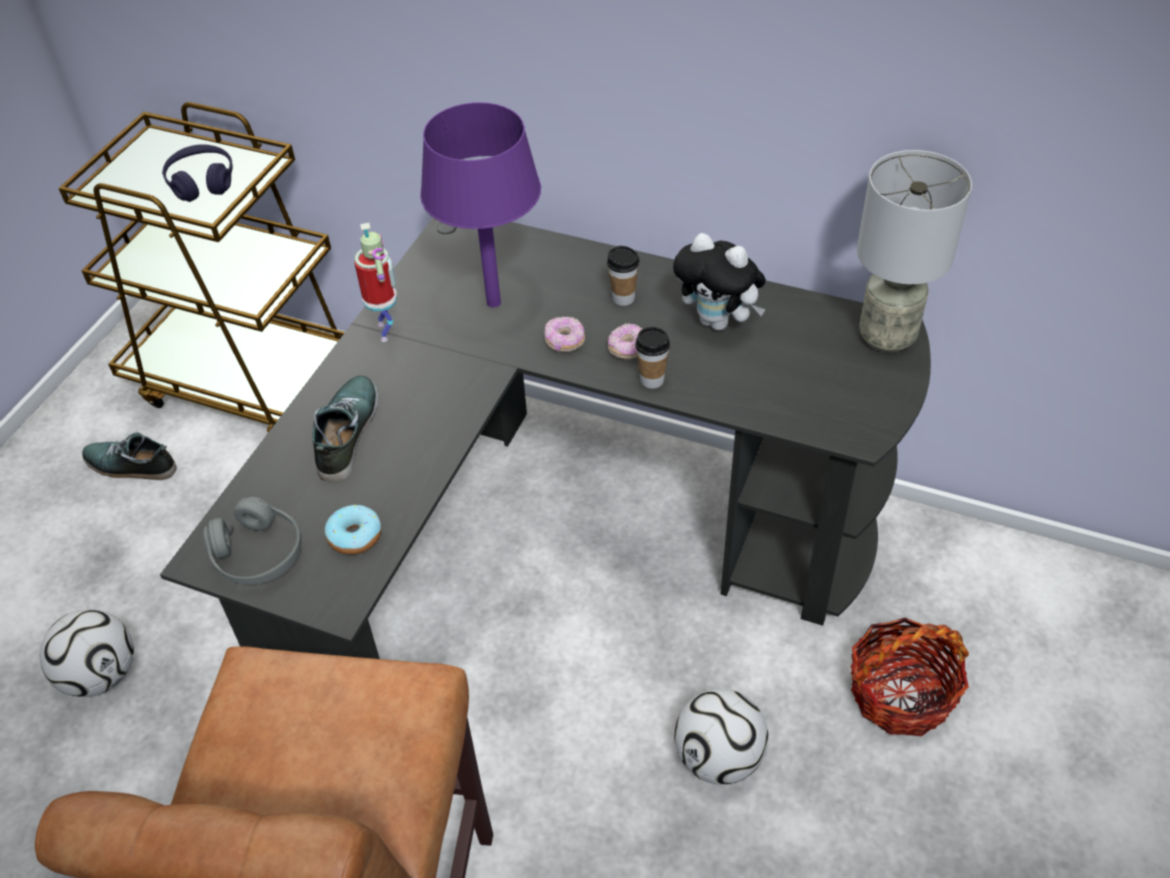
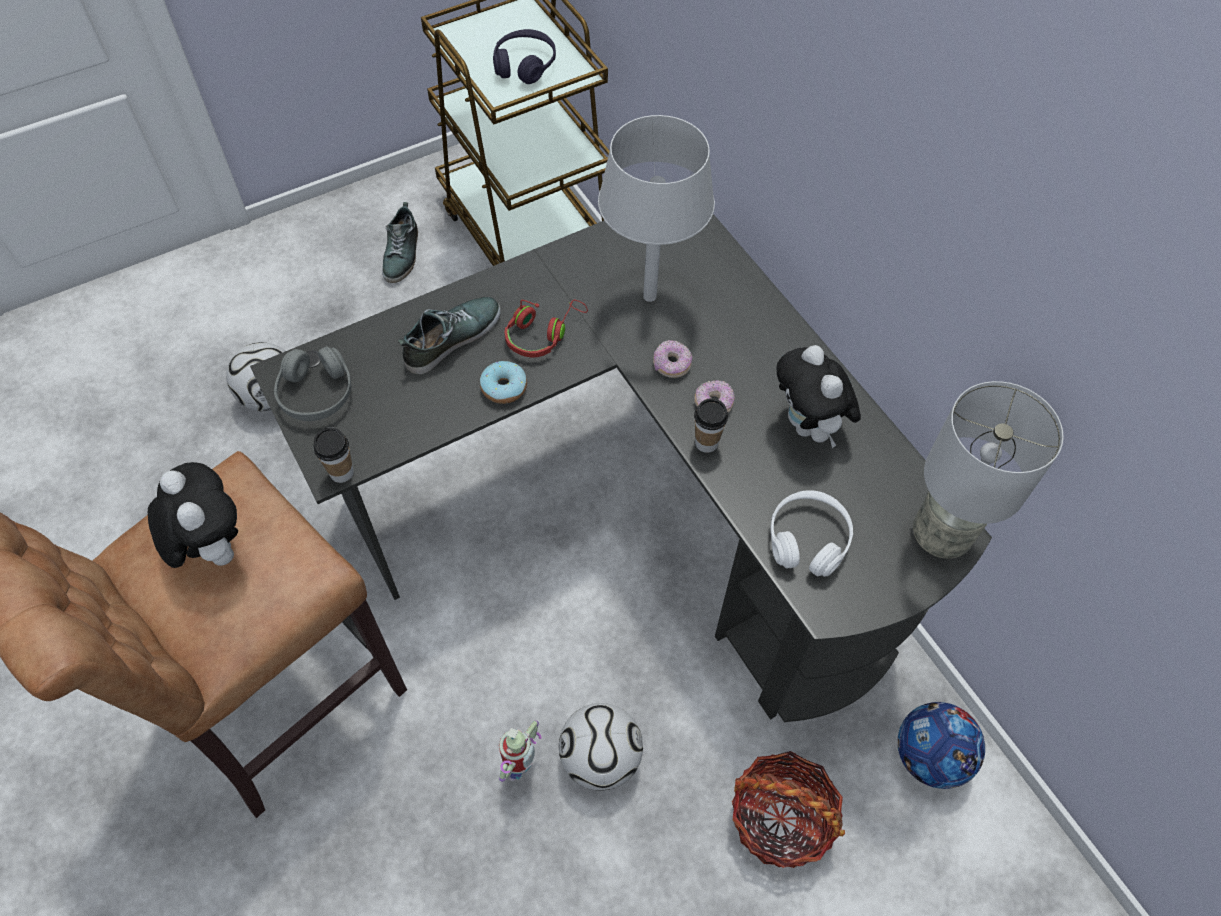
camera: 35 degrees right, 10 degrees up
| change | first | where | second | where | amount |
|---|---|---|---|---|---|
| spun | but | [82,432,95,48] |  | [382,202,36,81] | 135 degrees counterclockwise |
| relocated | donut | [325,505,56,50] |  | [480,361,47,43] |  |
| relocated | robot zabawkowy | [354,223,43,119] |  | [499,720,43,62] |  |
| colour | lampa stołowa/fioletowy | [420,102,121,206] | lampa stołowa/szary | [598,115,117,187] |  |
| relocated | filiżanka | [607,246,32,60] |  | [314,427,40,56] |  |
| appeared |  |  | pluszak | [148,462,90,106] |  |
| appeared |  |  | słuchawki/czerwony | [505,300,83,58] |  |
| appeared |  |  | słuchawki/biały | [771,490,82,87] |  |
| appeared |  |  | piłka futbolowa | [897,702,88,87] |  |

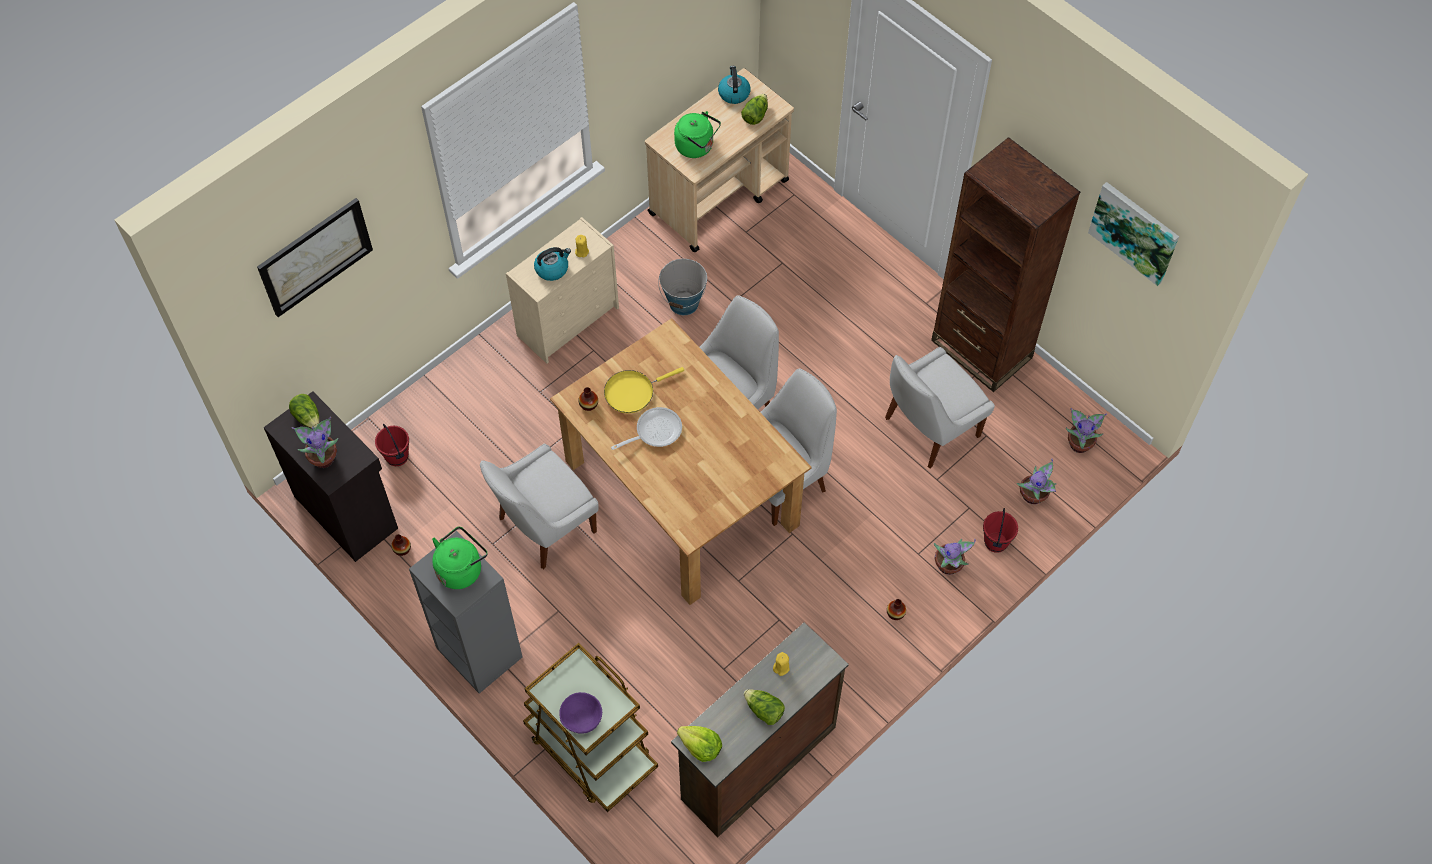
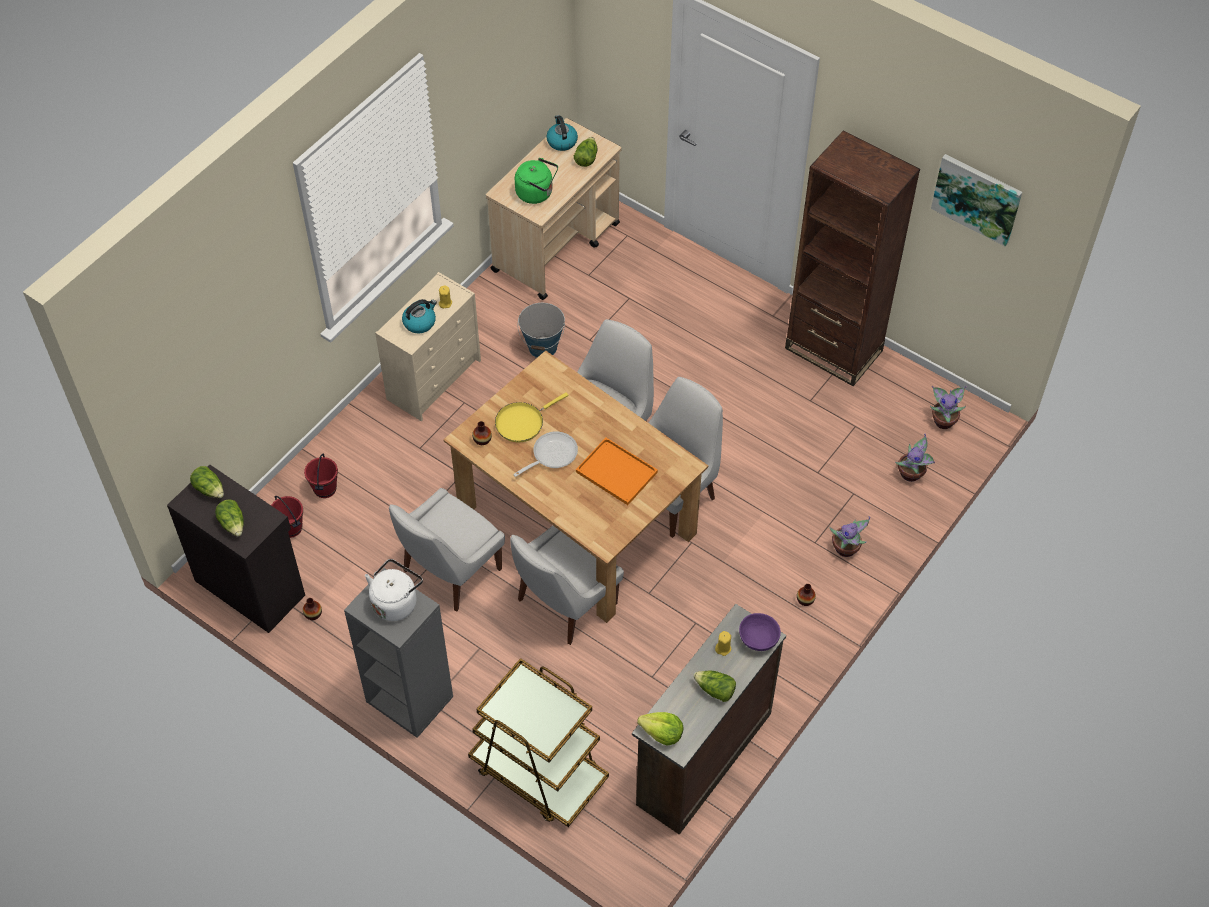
camera: 10 degrees left, 5 degrees down
| change | first | where | second | where | amount |
|---|---|---|---|---|---|
| missing | obraz | [257,198,116,119] |  |  |  |
| exchanged | roślina doniczkowa | [292,417,46,51] | sałata | [215,499,29,38] |  |
| colour | czajnik/zielony | [432,527,55,62] | czajnik/biały | [365,559,58,62] |  |
| relocated | miska/fioletowy | [559,692,43,42] |  | [739,613,42,38] |  |
| relocated | krzesło/biały | [885,347,110,122] |  | [510,526,114,119] |  |
| relocated | wiadro/czerwony | [983,508,35,45] |  | [304,453,34,45] |  |
| appeared |  |  | taca/pomarańczowy | [576,438,82,67] |  |

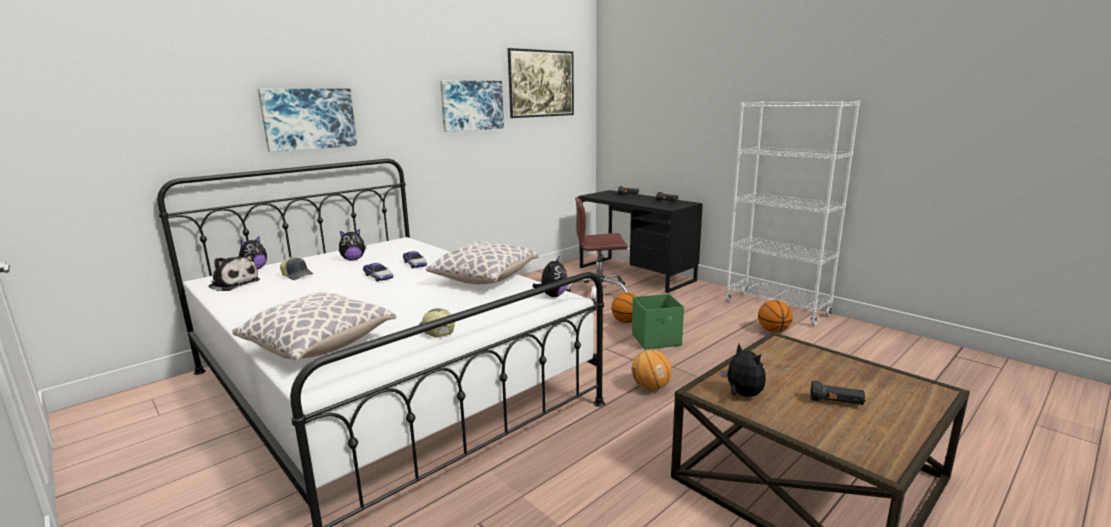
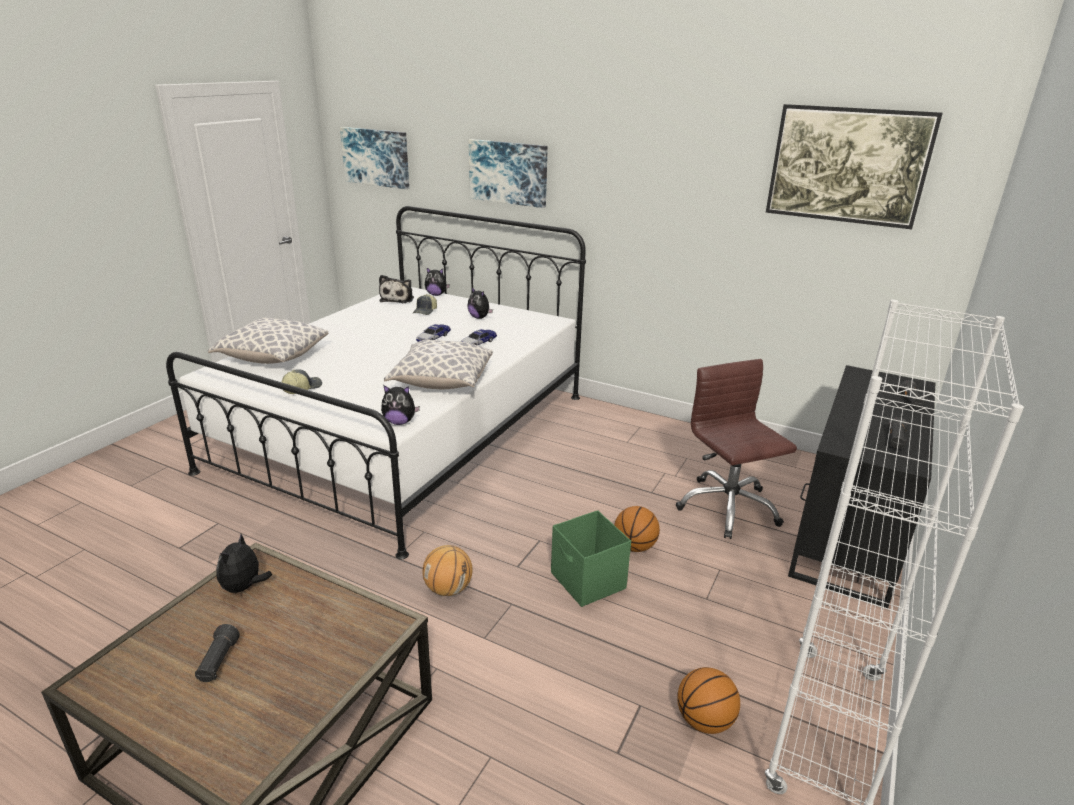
camera: 70 degrees right, 10 degrees up
| change | first | where | second | where | amount |
|---|---|---|---|---|---|
| relocated | obraz | [440,81,64,51] |  | [340,127,69,62] |  |
| spun | pluszak | [721,344,45,53] |  | [216,534,56,59] | 150 degrees clockwise |

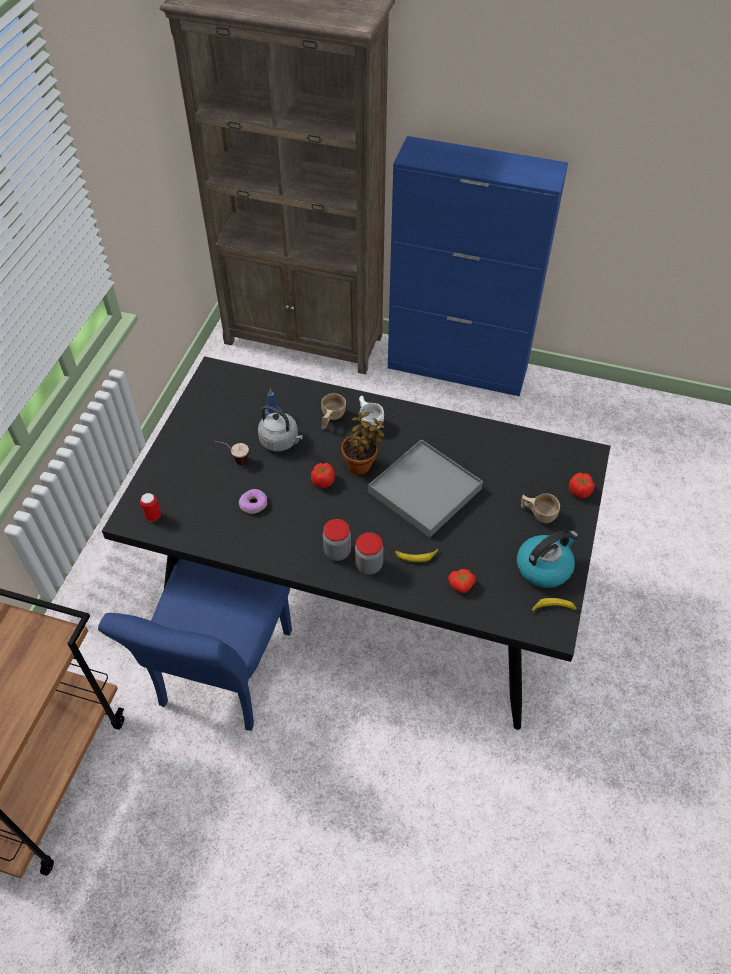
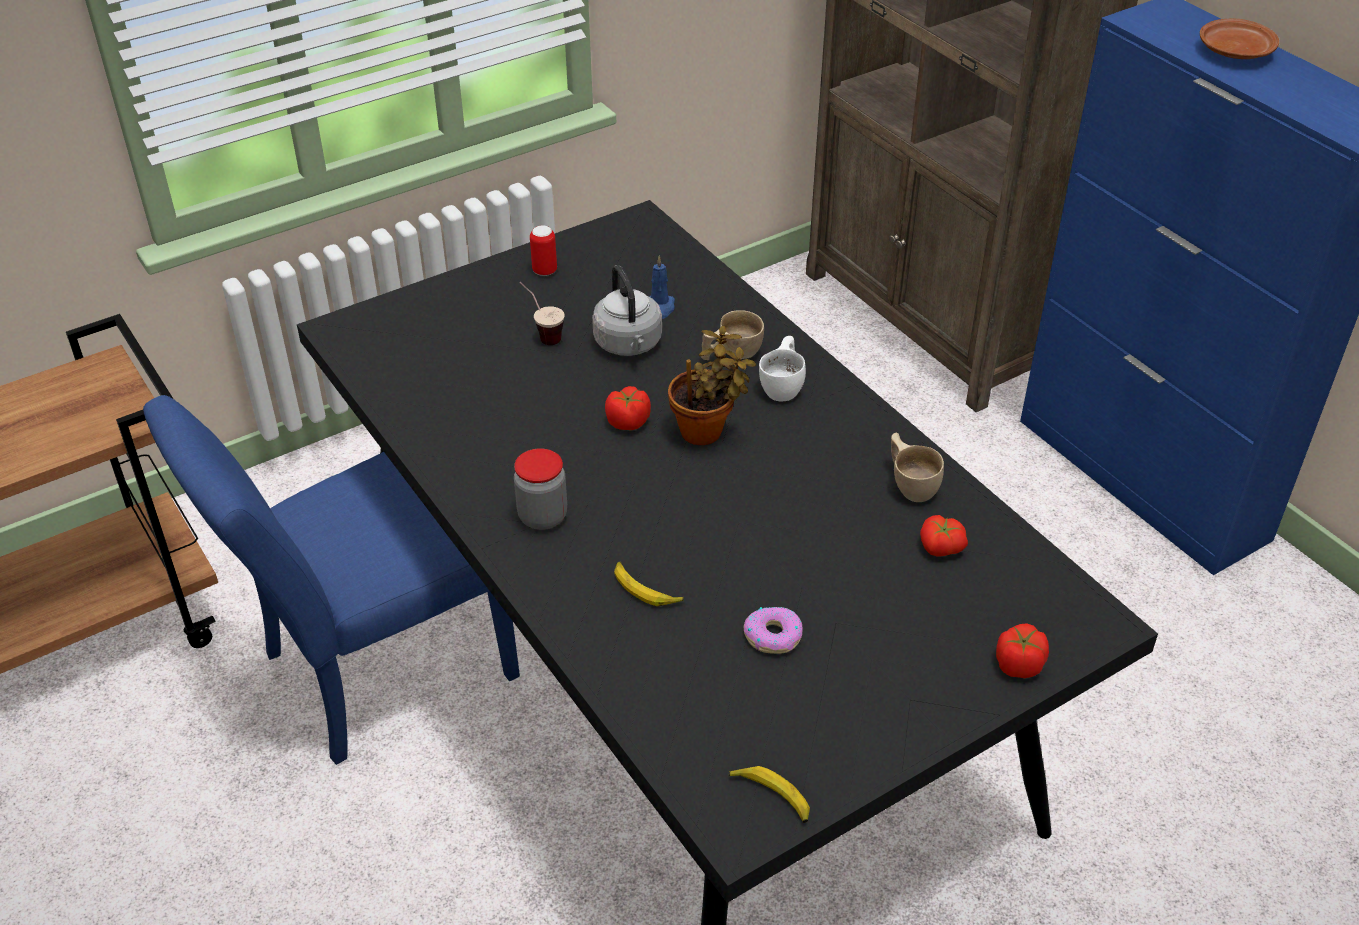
camera: 40 degrees right, 10 degrees down
| change | first | where | second | where | amount |
|---|---|---|---|---|---|
| relocated | puszka | [140,493,21,29] |  | [530,225,27,51] |  |
| relocated | donut | [239,489,28,25] |  | [744,607,58,47] |  |
| missing | słoik | [355,532,28,43] |  |  |  |
| missing | taca/szary | [368,439,115,99] |  |  |  |
| relocated | pomidor | [448,569,28,24] |  | [920,515,48,41] |  |
| missing | czajnik | [517,530,61,58] |  |  |  |
| relocated | filiżanka/beżowy | [521,493,39,30] |  | [891,433,53,69] |  |
| appeared |  |  | talerz/brązowy | [1200,19,79,40] |  |

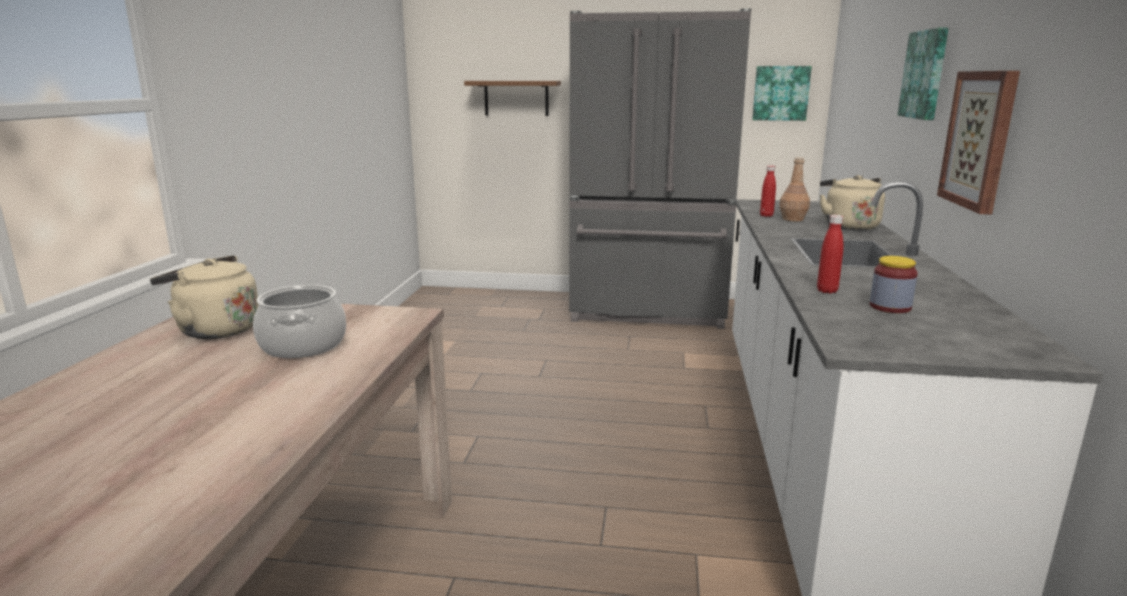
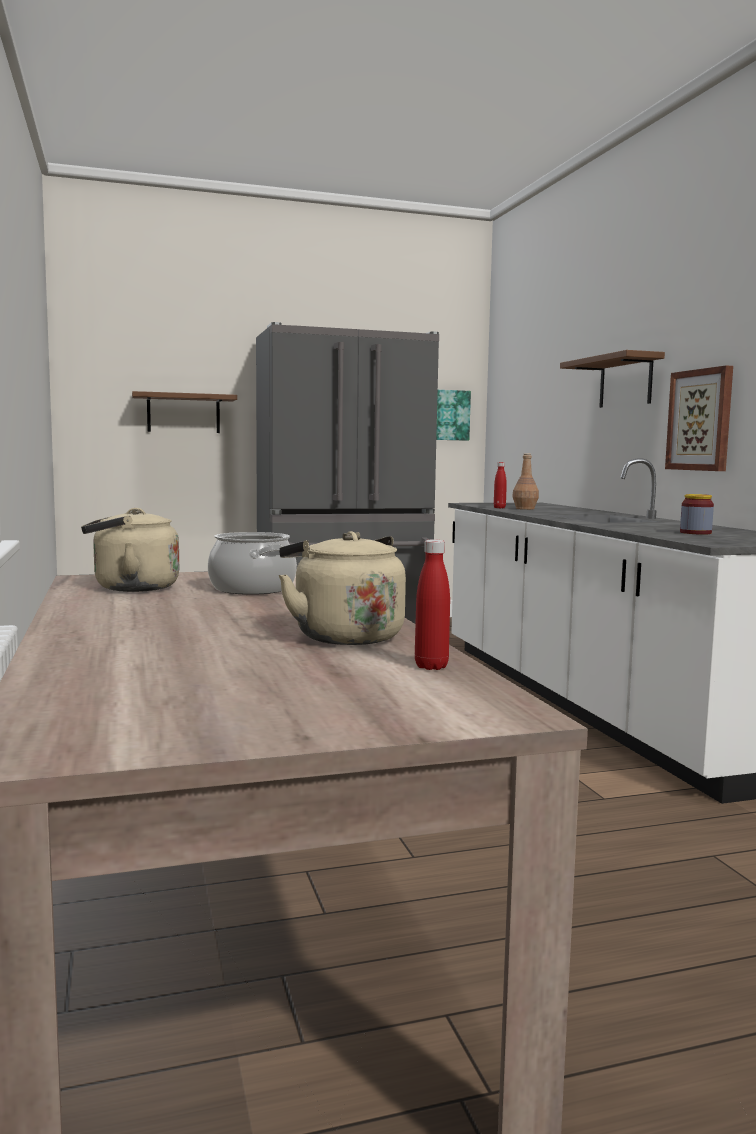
camera: 25 degrees left, 10 degrees down
| change | first | where | second | where | amount |
|---|---|---|---|---|---|
| relocated | butelka/czerwony | [817,215,26,79] |  | [415,539,35,131] |  |
| relocated | czajnik/beżowy | [820,175,65,55] |  | [279,531,127,114] |  |
| exchanged | obraz | [898,28,50,92] | półka/brązowy | [560,350,105,58] |  |

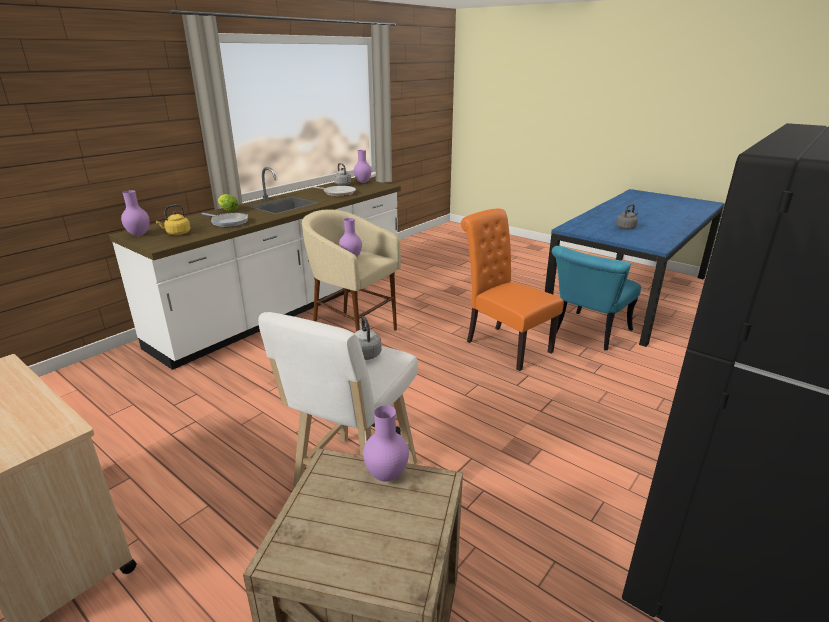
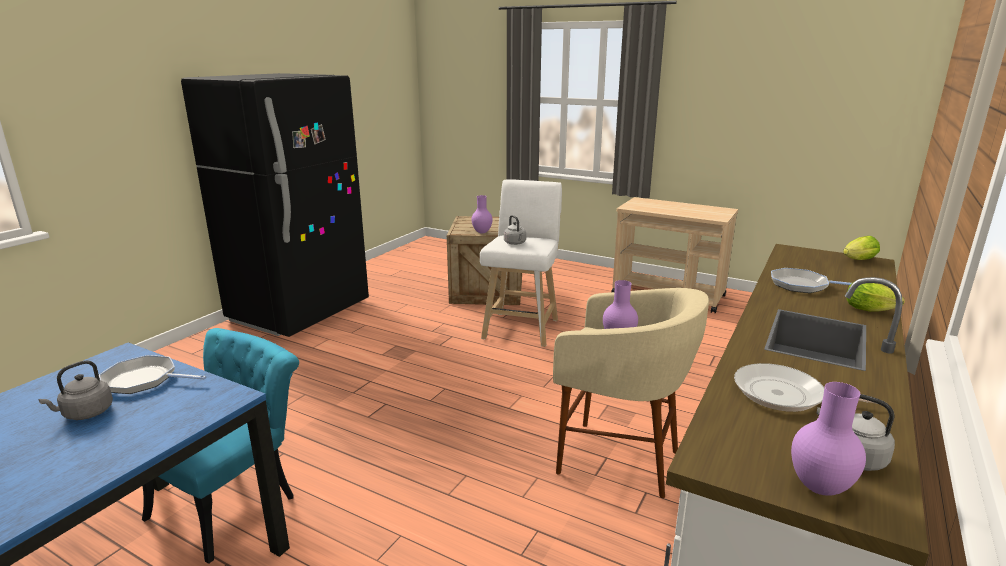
camera: 170 degrees right, 5 degrees down
| change | first | where | second | where | amount |
|---|---|---|---|---|---|
| exchanged | wazon/fioletowy | [121,190,29,46] | sałata | [843,236,37,24] |  |
| missing | czajnik/żółty | [156,205,34,30] |  |  |  |
| missing | krzesło/pomarańczowy | [461,209,103,162] |  |  |  |
| appeared |  |  | patelnia | [99,355,107,39] |  |

